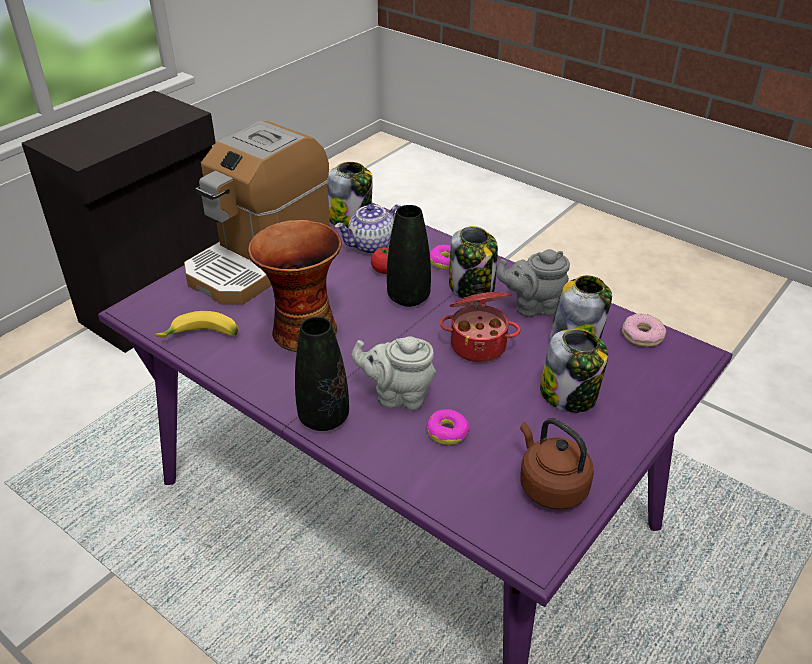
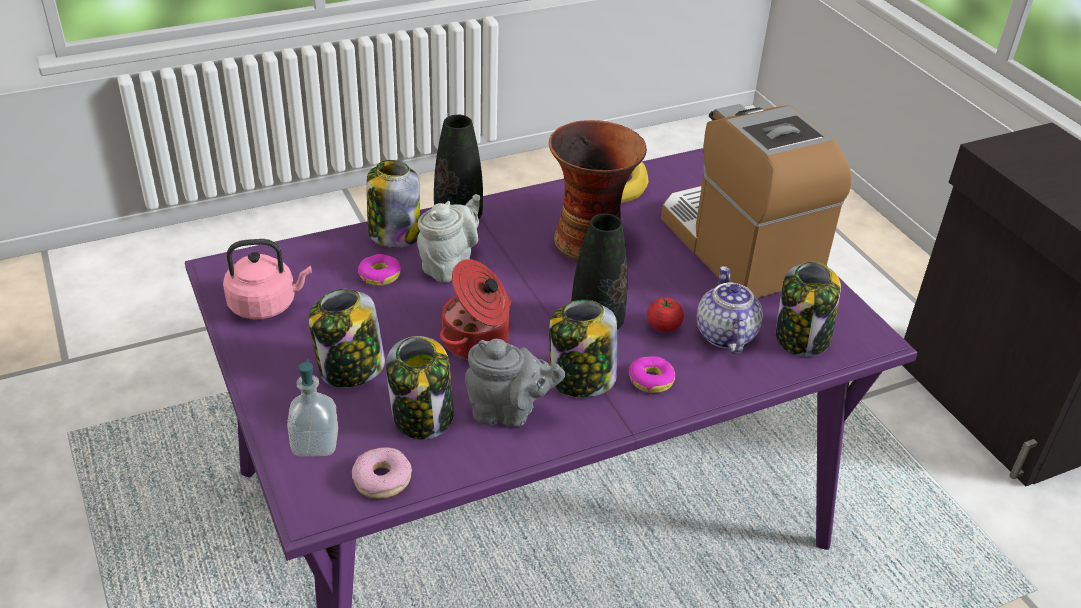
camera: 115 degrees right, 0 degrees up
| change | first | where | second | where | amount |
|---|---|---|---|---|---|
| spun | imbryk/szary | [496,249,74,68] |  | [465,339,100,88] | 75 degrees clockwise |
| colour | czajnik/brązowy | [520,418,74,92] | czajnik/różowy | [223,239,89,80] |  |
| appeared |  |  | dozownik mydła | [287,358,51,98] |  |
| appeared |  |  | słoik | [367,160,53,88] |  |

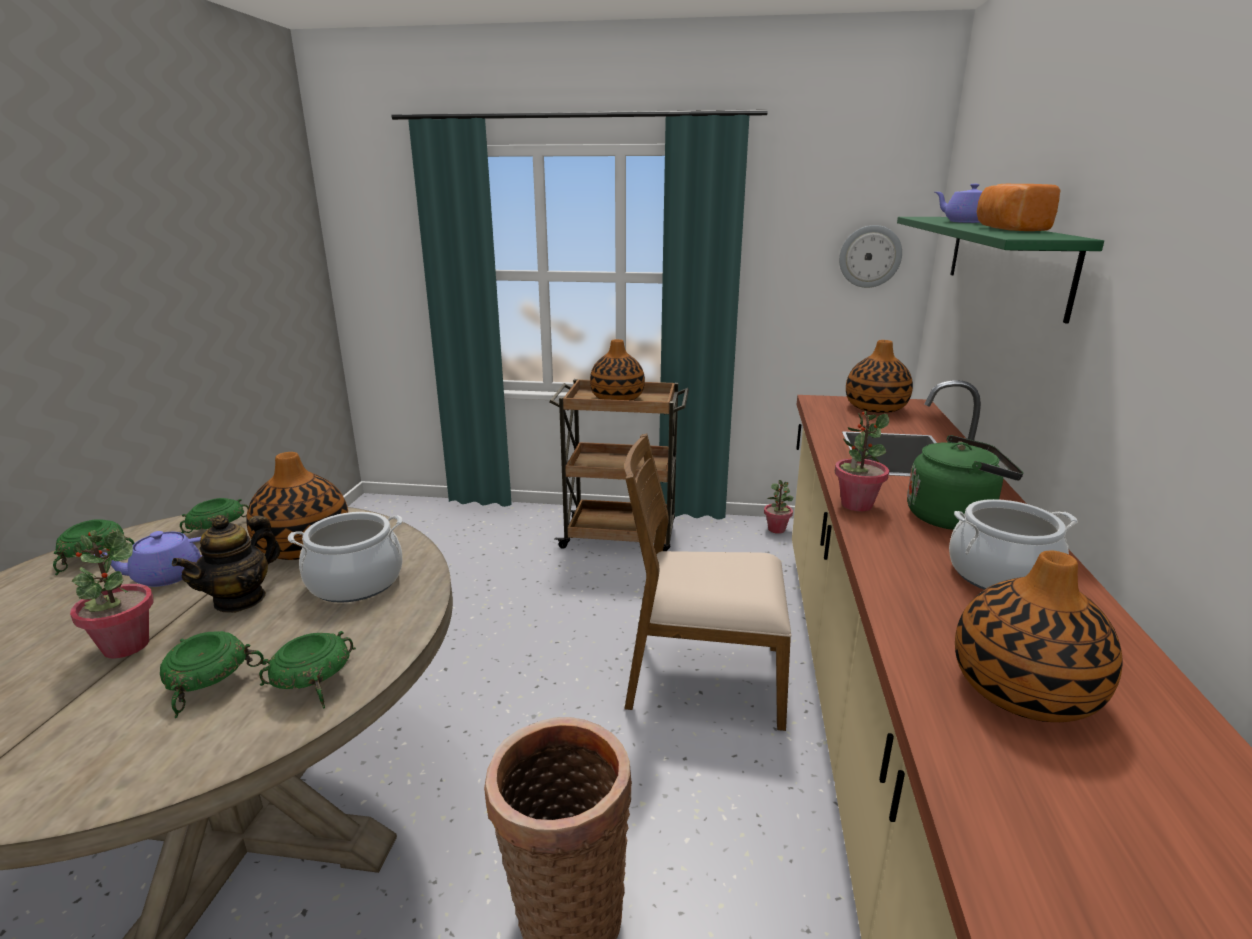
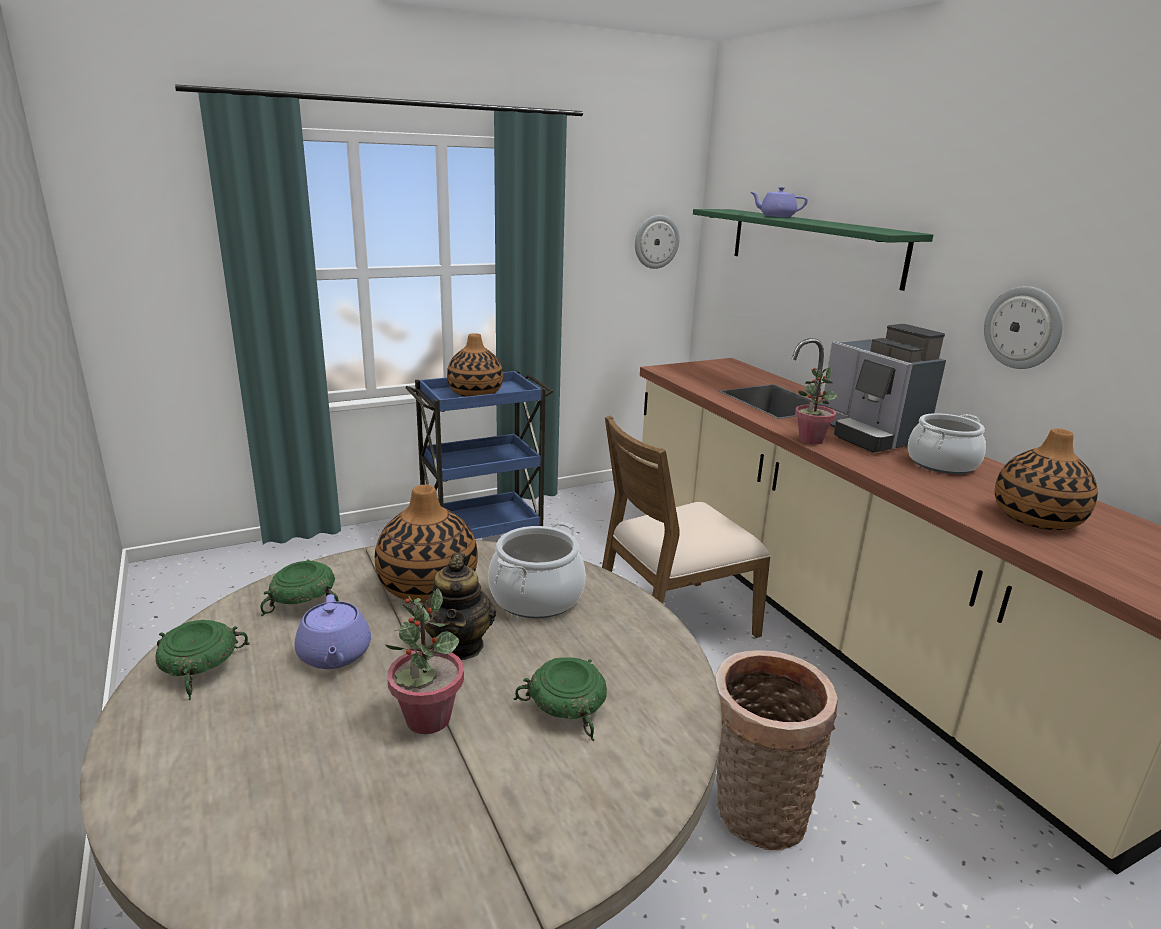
camera: 35 degrees left, 0 degrees up
| change | first | where | second | where | amount |
|---|---|---|---|---|---|
| spun | imbryk/fioletowy | [94,531,109,56] |  | [295,594,76,75] | 45 degrees counterclockwise |
| missing | miska/zielony | [259,631,97,77] |  |  |  |
| colour | wózek/brązowy | [549,379,140,172] | wózek/niebieski | [406,370,148,169] |  |
| missing | roślina doniczkowa | [764,480,29,54] |  |  |  |
| missing | wazon | [846,340,67,73] |  |  |  |
| exchanged | czajnik/zielony | [907,435,116,95] | ekspres do kawy | [822,324,124,129] |  |
| missing | chleb | [977,184,84,47] |  |  |  |
| appeared |  |  | zegar ścienny | [984,286,79,83] |  |

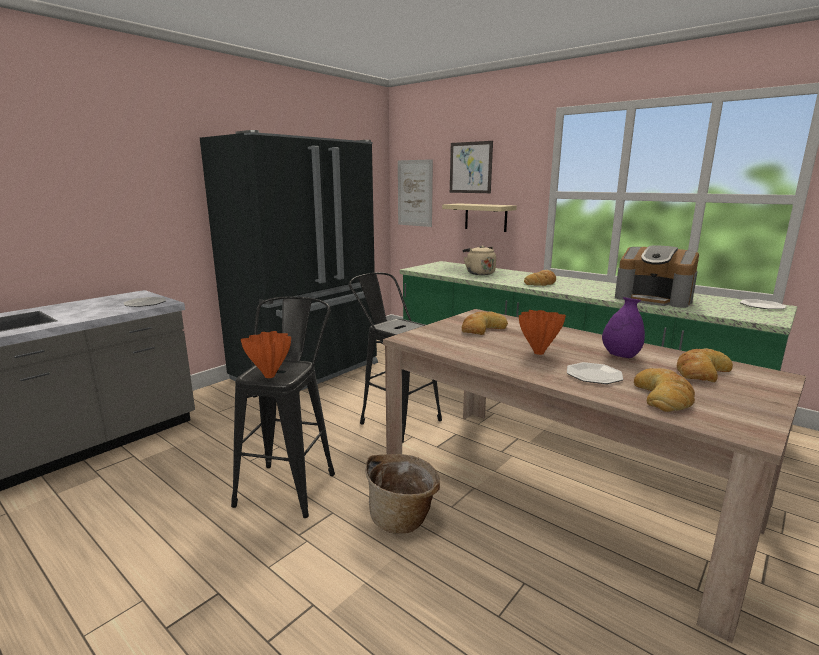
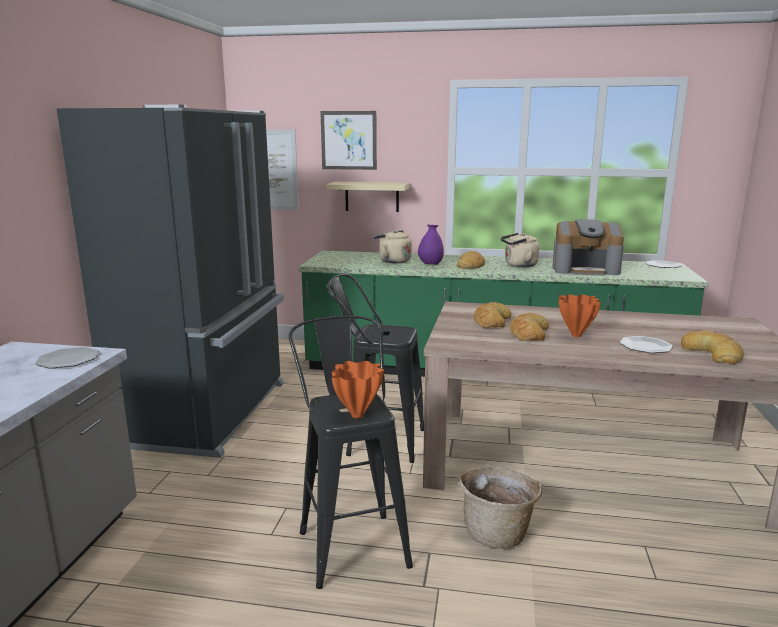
camera: 30 degrees left, 0 degrees up
| change | first | where | second | where | amount |
|---|---|---|---|---|---|
| relocated | wazon/fioletowy | [602,297,43,61] |  | [418,225,26,40] |  |
| relocated | chleb | [677,348,56,34] |  | [510,313,39,28] |  |
| appeared |  |  | czajnik/beżowy | [501,233,39,34] |  |

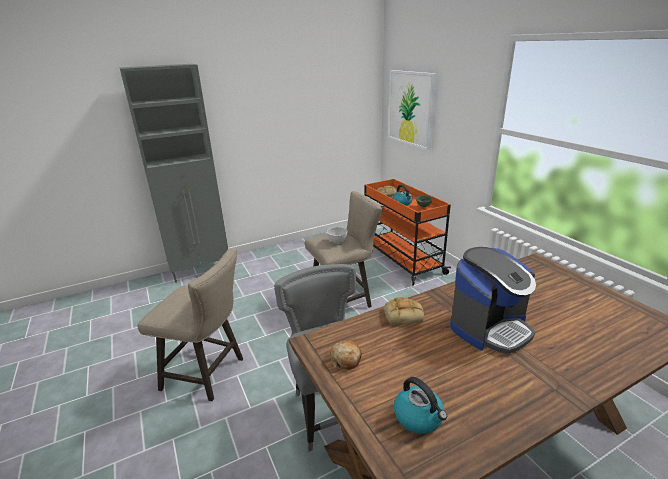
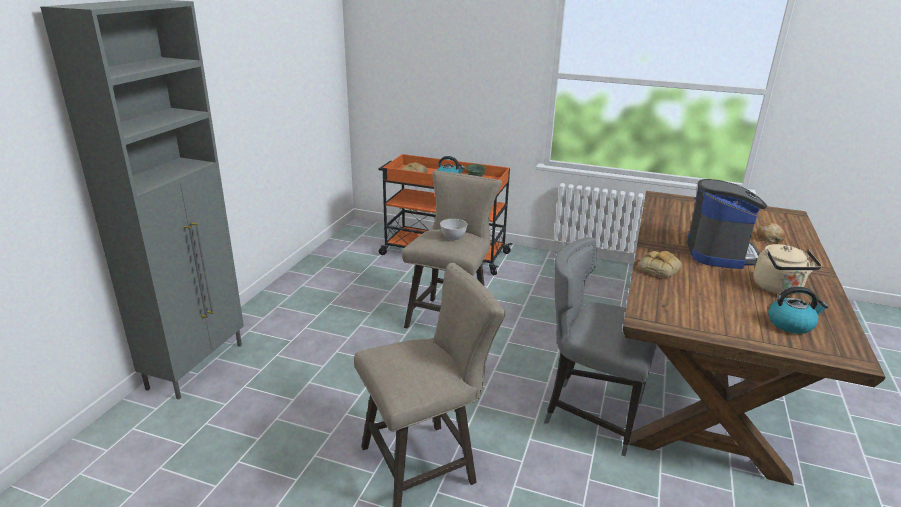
camera: 45 degrees left, 0 degrees up
| change | first | where | second | where | amount |
|---|---|---|---|---|---|
| relocated | chleb | [330,340,32,30] |  | [756,223,29,20] |  |
| missing | obraz | [388,70,49,80] |  |  |  |
| appeared |  |  | czajnik/beżowy | [753,244,69,51] |  |

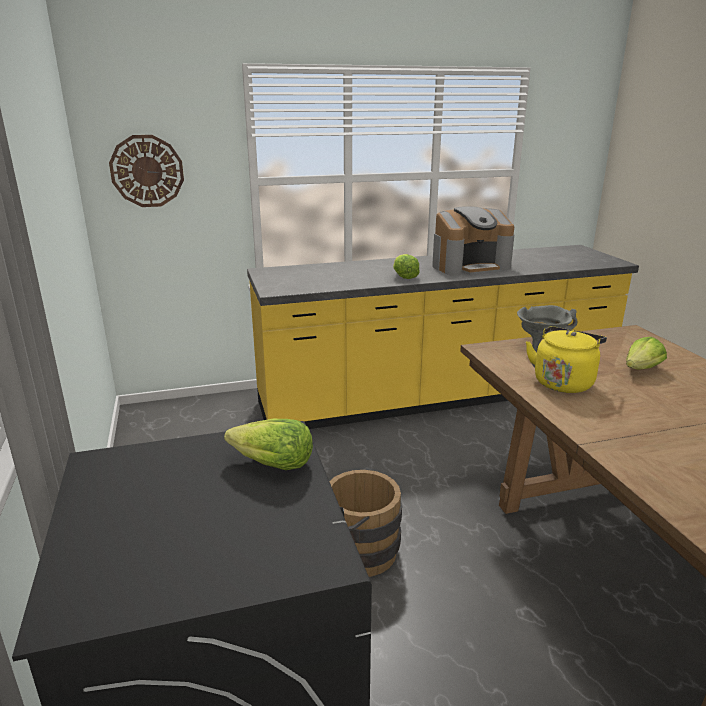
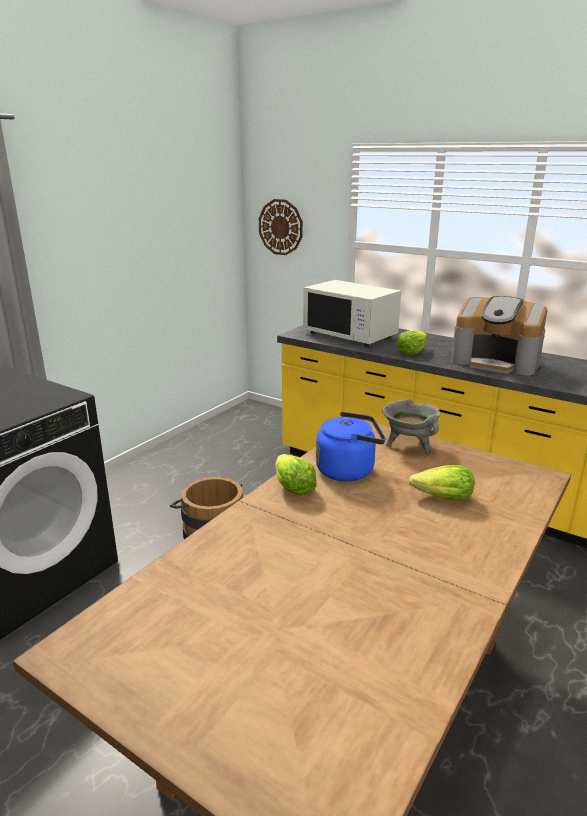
camera: 50 degrees right, 0 degrees up
| change | first | where | second | where | amount |
|---|---|---|---|---|---|
| relocated | sałata | [224,419,89,51] |  | [275,454,42,42] |  |
| colour | czajnik/żółty | [526,326,81,67] | czajnik/niebieski | [316,412,69,69] |  |
| appeared |  |  | mikrofalówka/biały | [303,280,98,67] |  |

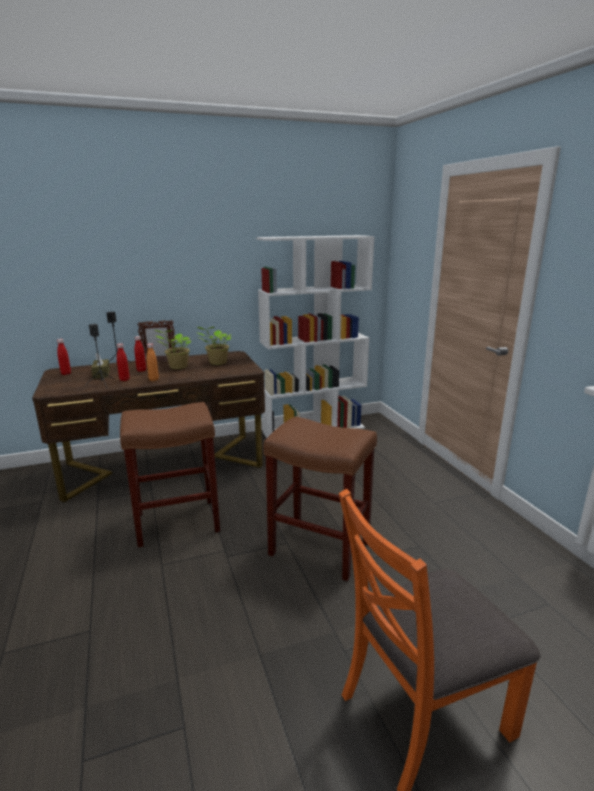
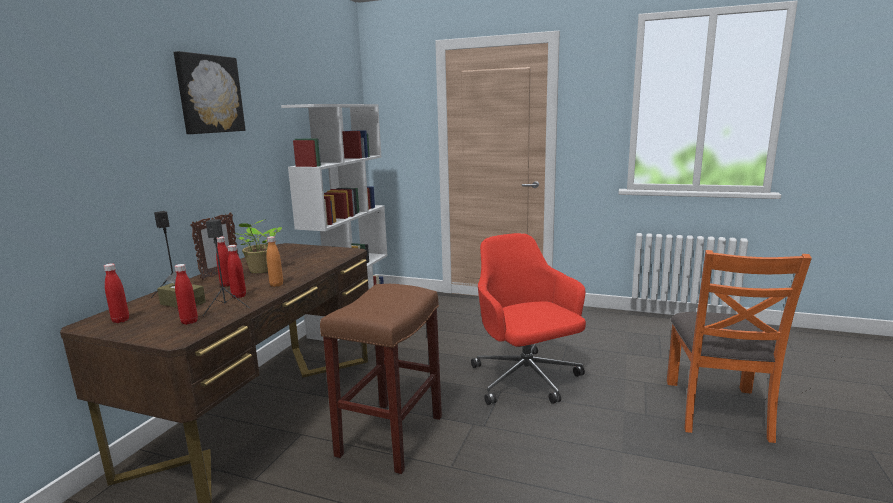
camera: 50 degrees left, 5 degrees down
| change | first | where | second | where | amount |
|---|---|---|---|---|---|
| missing | roślina doniczkowa | [196,327,36,38] |  |  |  |
| exchanged | stołek/brązowy | [263,416,114,165] | krzesło biurowe/czerwony | [471,233,115,172] |  |
| appeared |  |  | obraz | [174,51,72,83] |  |
| appeared |  |  | butelka/czerwony | [174,264,24,61] |  |

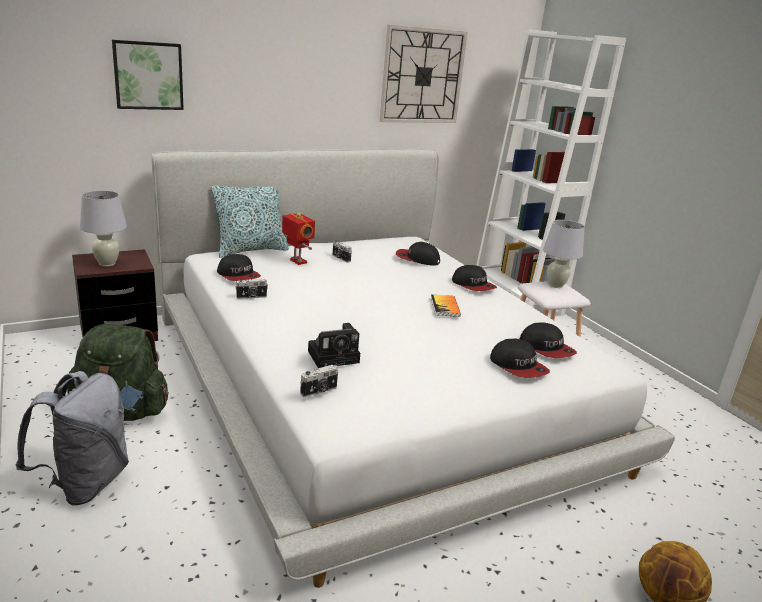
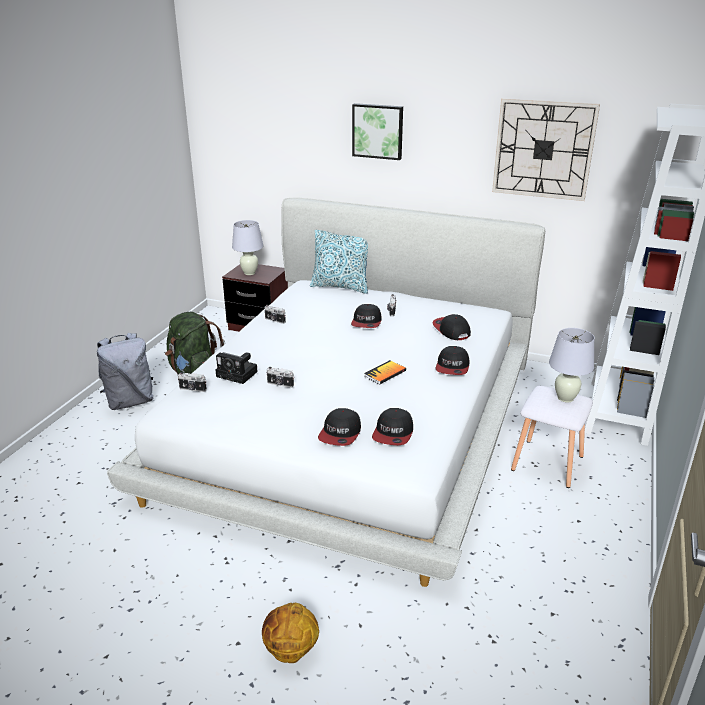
camera: 50 degrees right, 5 degrees up
| change | first | where | second | where | amount |
|---|---|---|---|---|---|
| relocated | obraz | [112,40,72,70] |  | [352,103,51,57] |  |
| relocated | czapka z daszkiem | [217,254,44,27] |  | [351,304,31,24] |  |
| missing | robot zabawkowy | [282,213,33,52] |  |  |  |
| appeared |  |  | aparat fotograficzny | [266,367,28,21] |  |

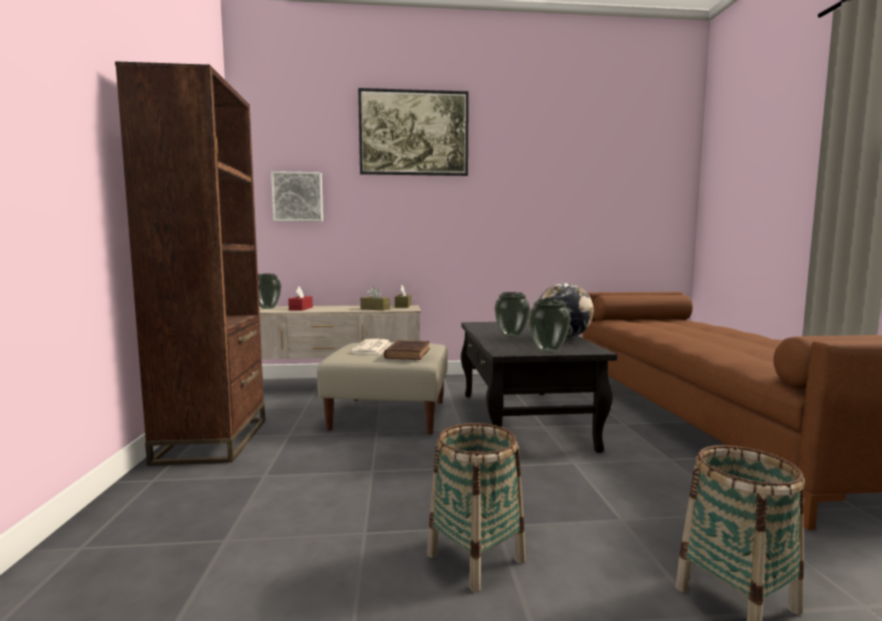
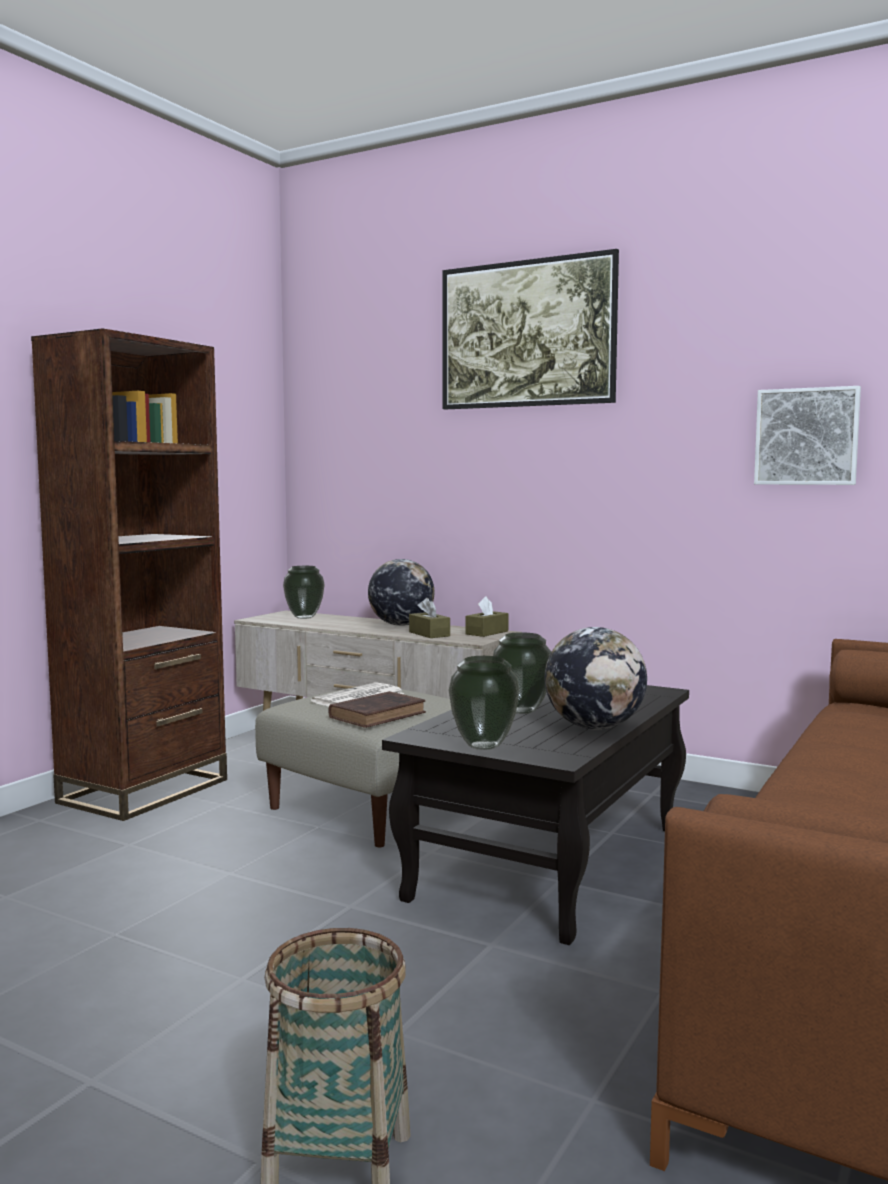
camera: 35 degrees right, 0 degrees up
| change | first | where | second | where | amount |
|---|---|---|---|---|---|
| relocated | obraz | [271,171,52,51] |  | [754,386,107,99] |  |
| missing | pudełko chusteczek/czerwony | [288,287,25,24] |  |  |  |
| missing | koszyk | [427,423,99,169] |  |  |  |
| appeared |  |  | globus | [368,559,66,67] |  |

